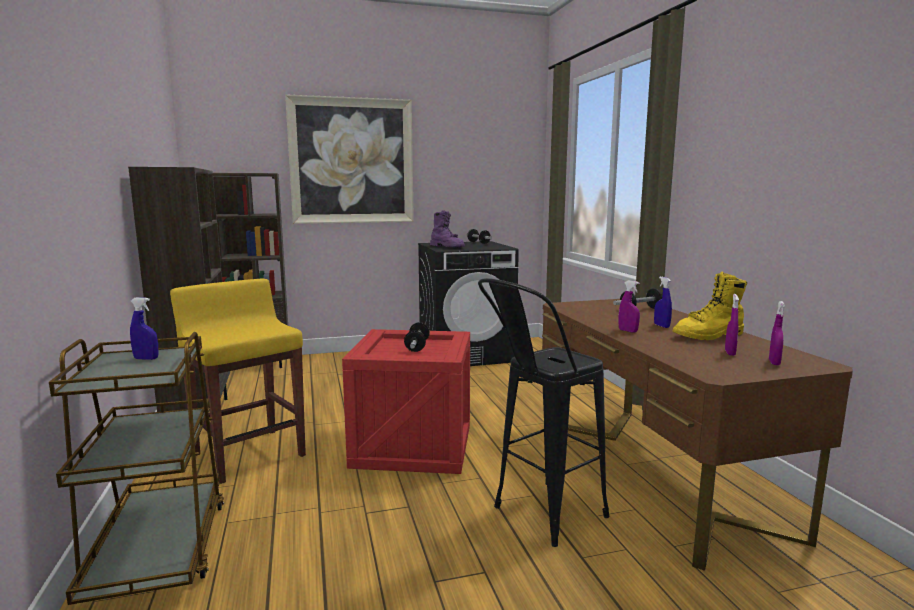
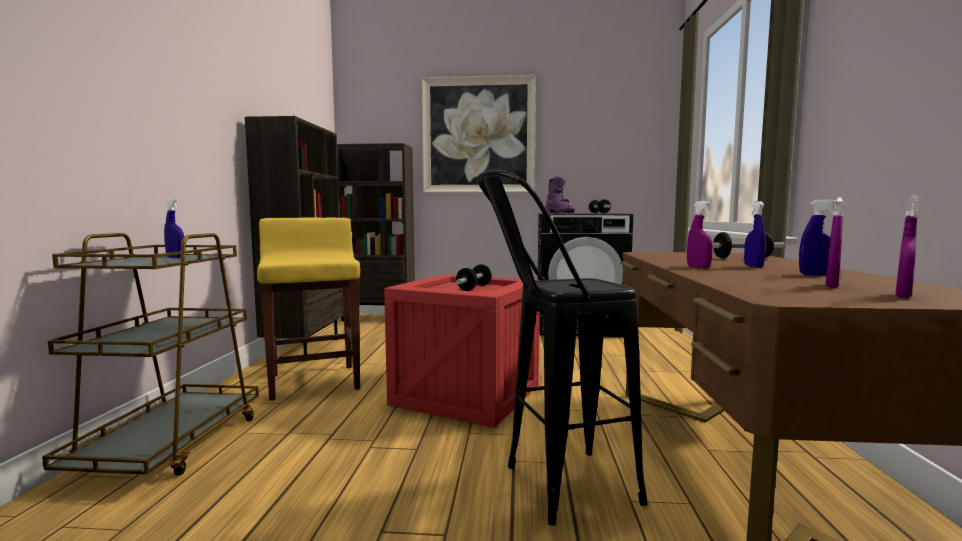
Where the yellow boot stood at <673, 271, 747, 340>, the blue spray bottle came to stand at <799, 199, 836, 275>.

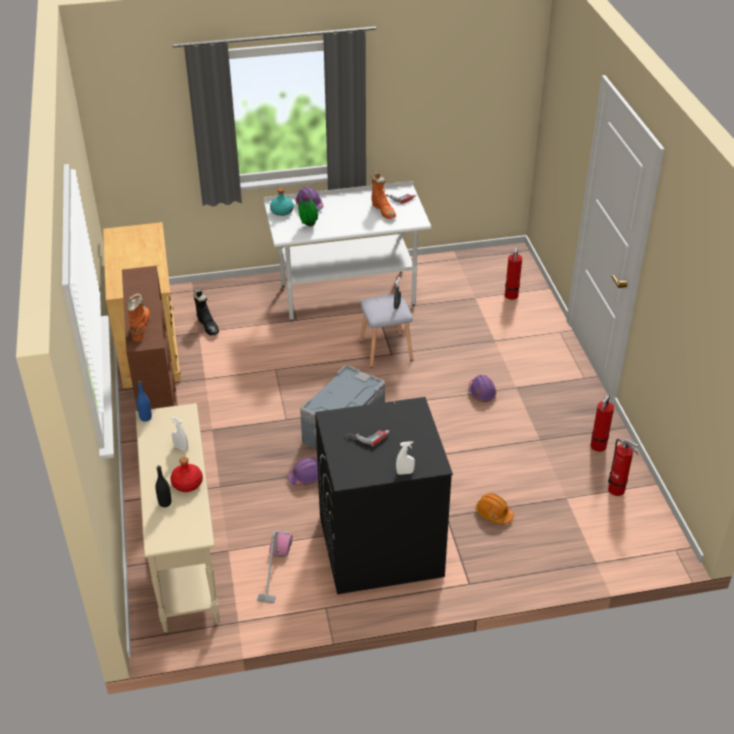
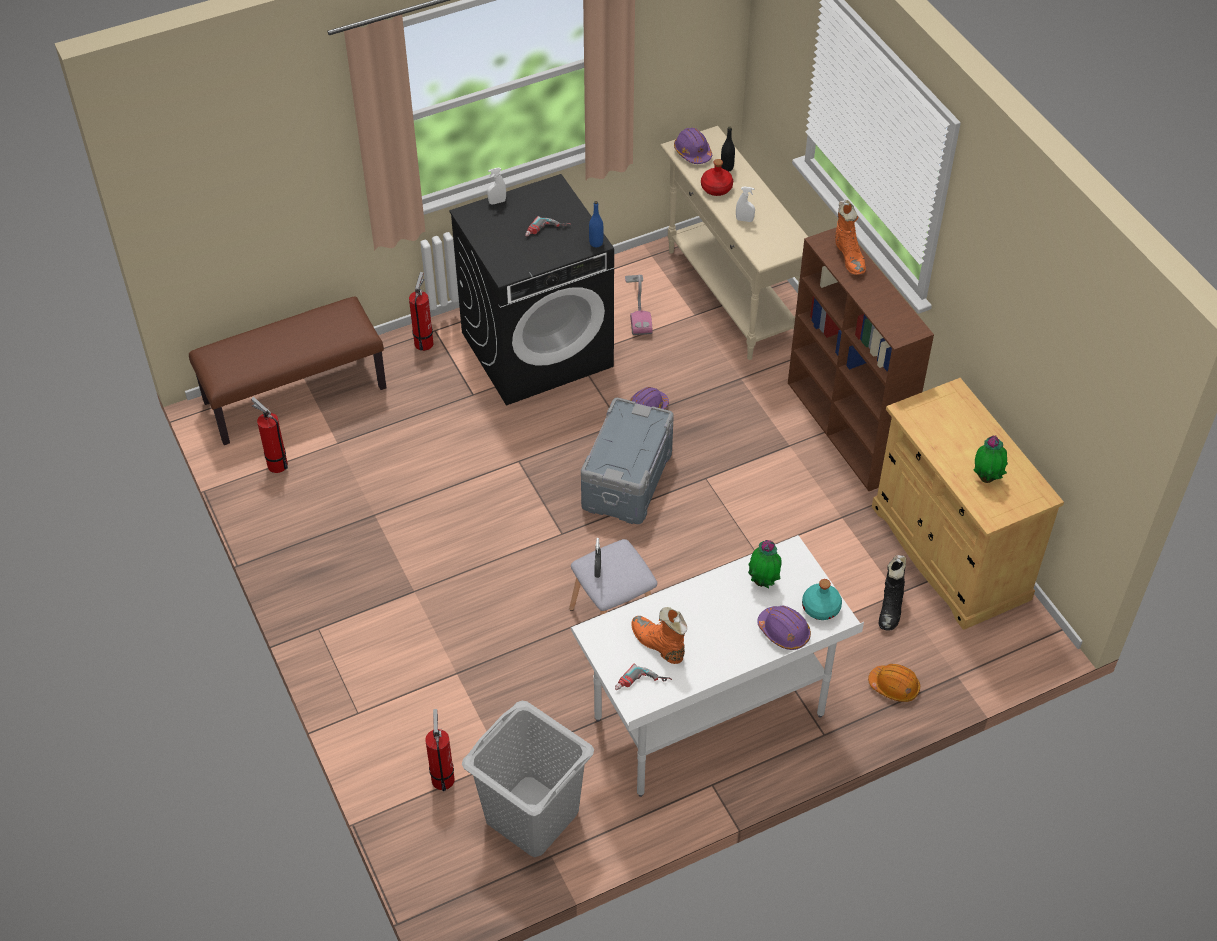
The second view gained the brown bench at <189, 297, 386, 445>. The second view gained the grey laundry basket at <462, 701, 594, 857>. The second view gained the potted plant at <973, 436, 1008, 483>. The blue bottle ended up elsewhere, having gone from <137, 381, 152, 421> to <589, 201, 604, 247>. The purple hard hat ended up elsewhere, having gone from <469, 375, 497, 402> to <674, 128, 712, 164>. The orange hard hat ended up elsewhere, having gone from <476, 493, 514, 525> to <868, 664, 920, 702>. The fire extinguisher ended up elsewhere, having gone from <590, 395, 614, 452> to <409, 272, 433, 351>. The black boot at <194, 289, 219, 335> ended up facing another way, 120 degrees counterclockwise from before.

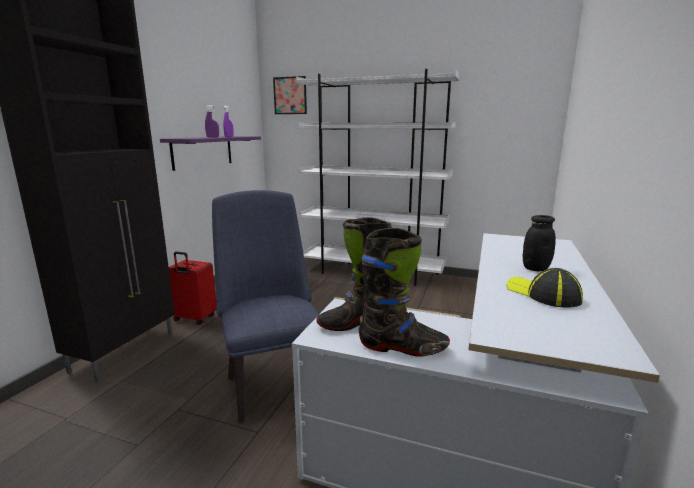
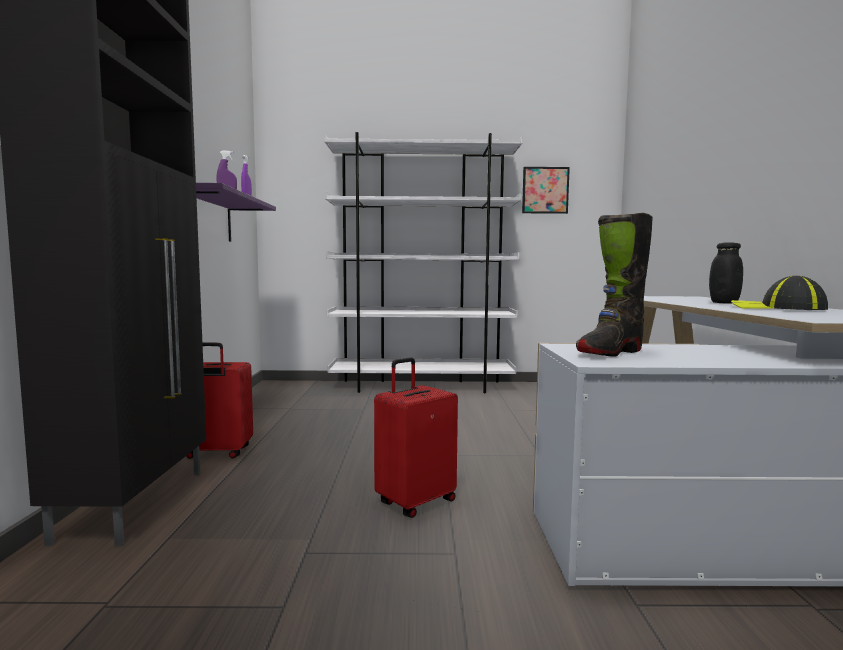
The second view lost the black boot at <358, 228, 450, 357>. The picture ended up elsewhere, having gone from <273, 76, 307, 114> to <522, 167, 570, 214>. Where the blue chair stood at <212, 190, 319, 423>, the red suitcase came to stand at <374, 357, 458, 518>.

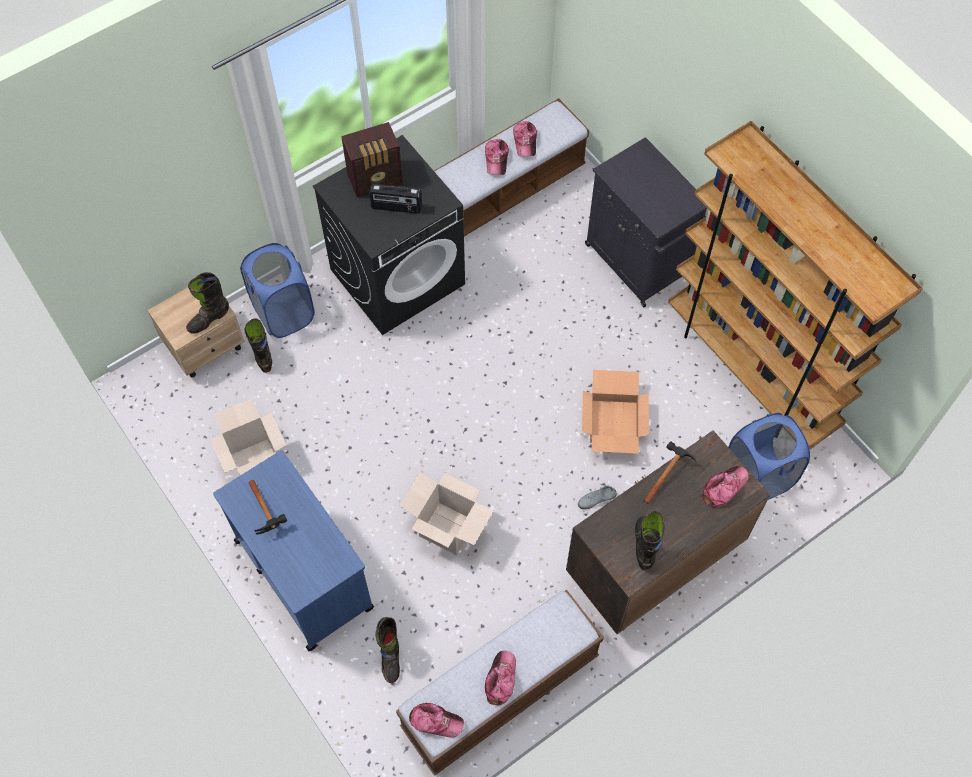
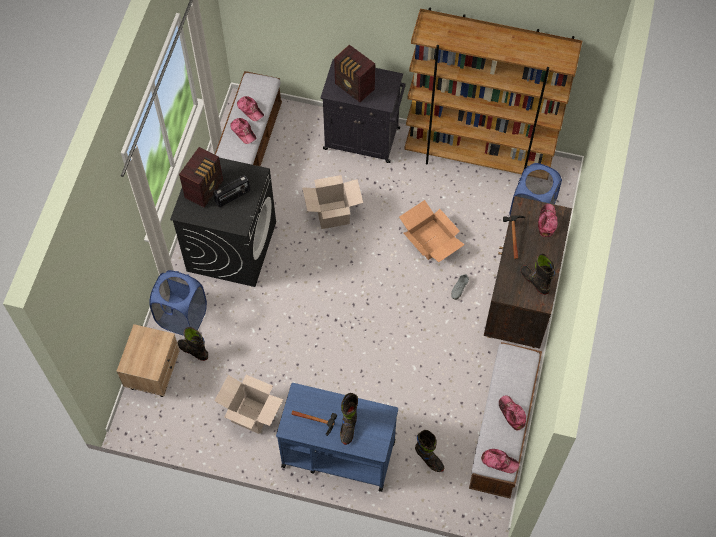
The second view gained the radio at <334, 45, 375, 102>. The black boot ended up elsewhere, having gone from <186, 272, 229, 334> to <340, 393, 358, 445>. The cardboard box ended up elsewhere, having gone from <400, 472, 494, 555> to <302, 175, 363, 229>. The cap at <409, 703, 464, 738> ended up facing another way, 45 degrees clockwise from before.

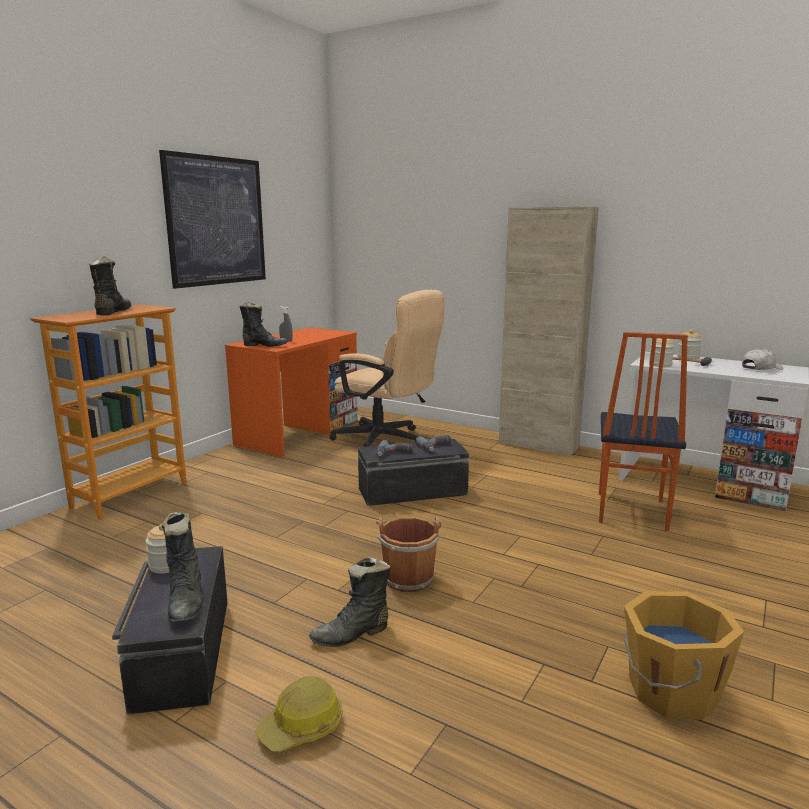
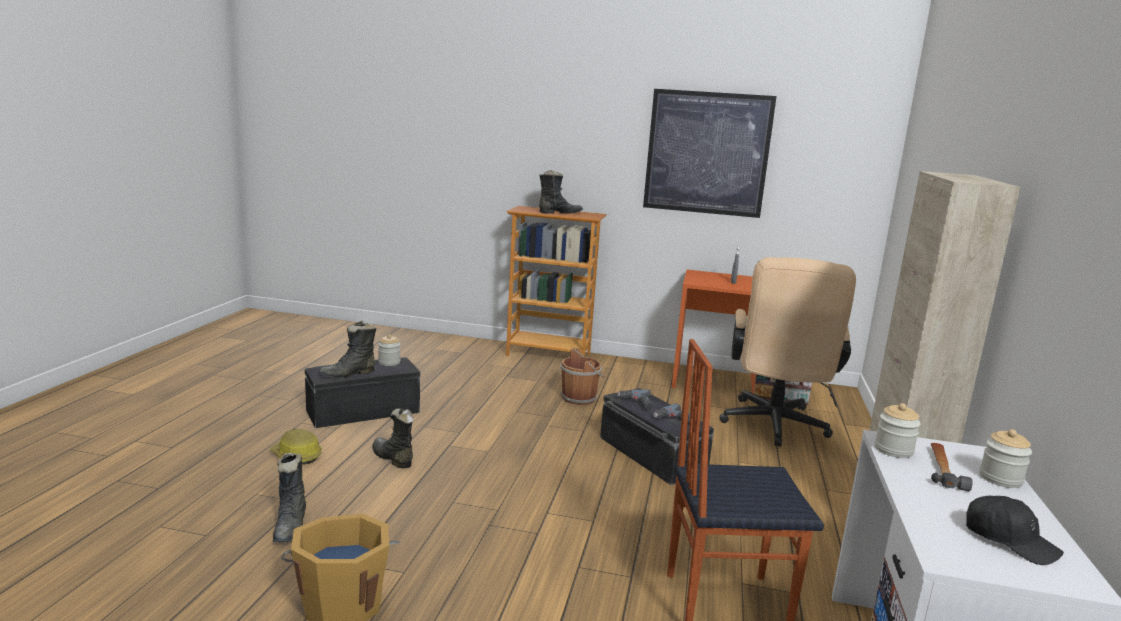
The black boot ended up elsewhere, having gone from <240, 302, 288, 347> to <273, 453, 306, 542>. The brown bucket ended up elsewhere, having gone from <376, 516, 442, 592> to <560, 348, 605, 405>. What was the white cap at <742, 348, 783, 370> turned into the black cap at <966, 495, 1064, 565>.

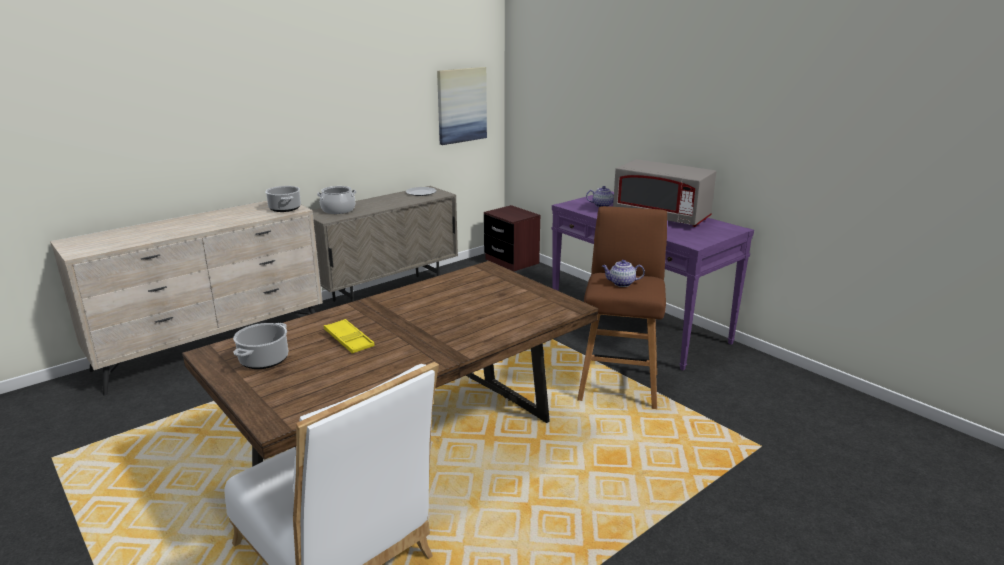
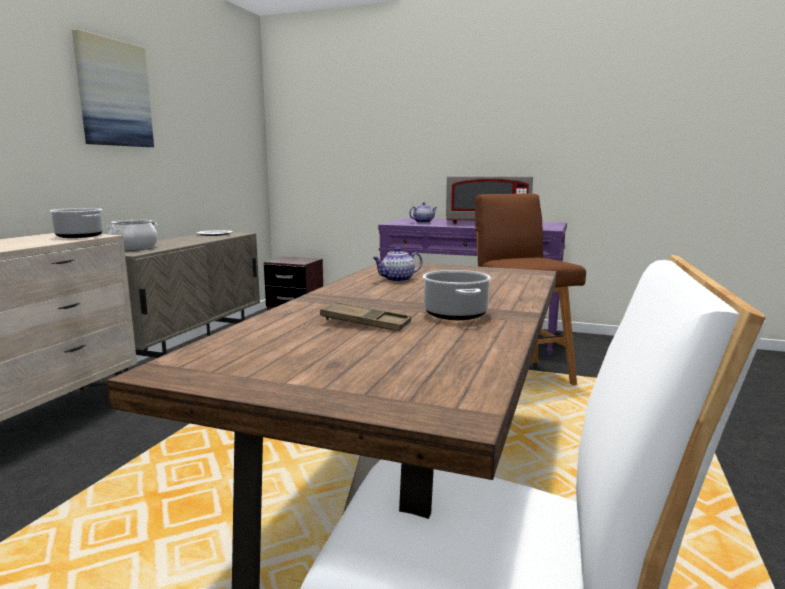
The cooking pot ended up elsewhere, having gone from <233, 323, 288, 369> to <423, 270, 491, 320>. The picture ended up elsewhere, having gone from <437, 67, 487, 145> to <72, 29, 154, 147>. The teapot ended up elsewhere, having gone from <602, 260, 645, 287> to <373, 247, 422, 282>. What was the yellow tray at <324, 319, 374, 354> turned into the brown tray at <320, 302, 411, 331>.

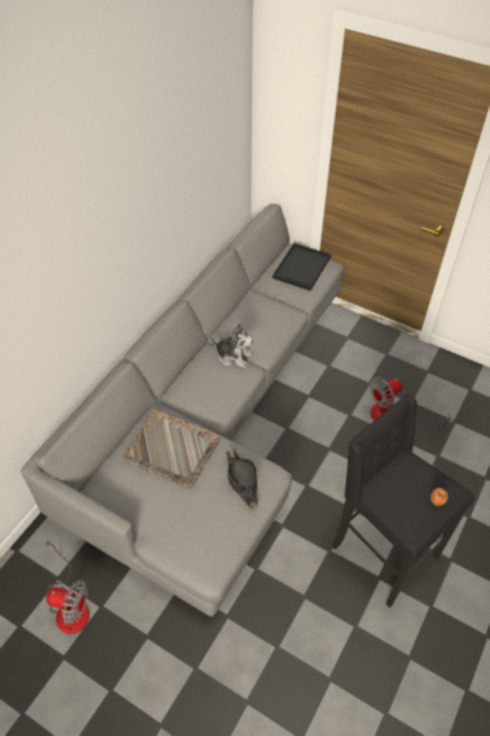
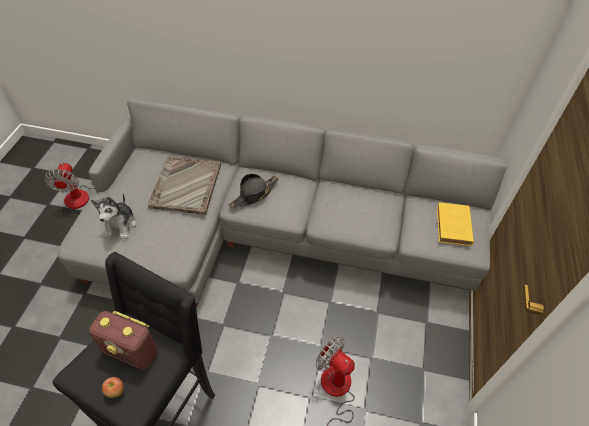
The second view gained the radio at <89, 311, 158, 370>. The plush toy ended up elsewhere, having gone from <211, 324, 253, 368> to <91, 194, 136, 239>. The black hat ended up elsewhere, having gone from <226, 448, 258, 509> to <228, 174, 279, 208>. Where the black tray stood at <272, 243, 331, 291>, the yellow book came to stand at <437, 202, 474, 246>.

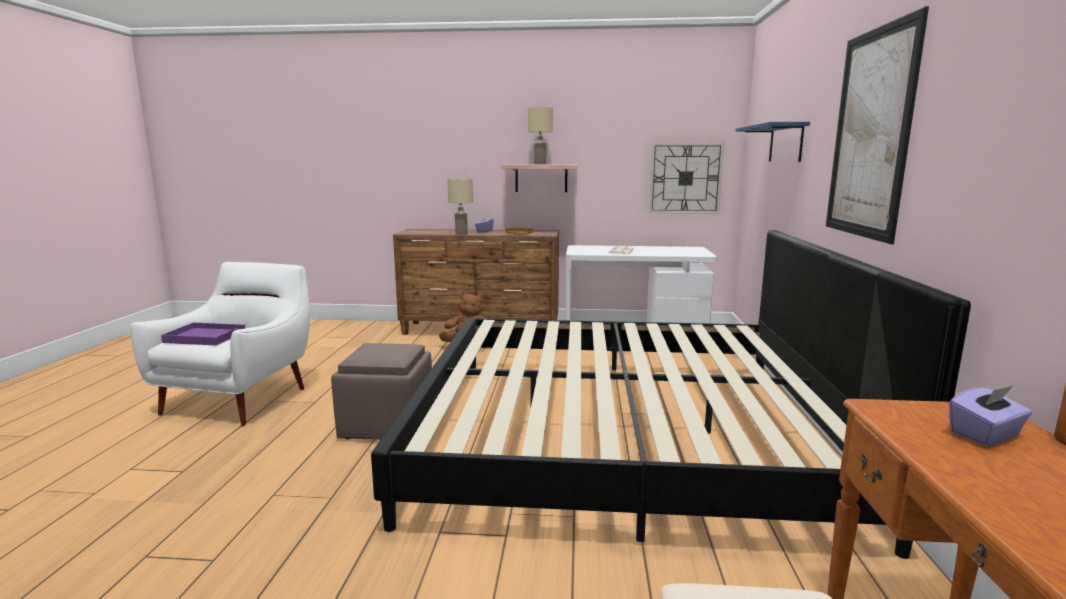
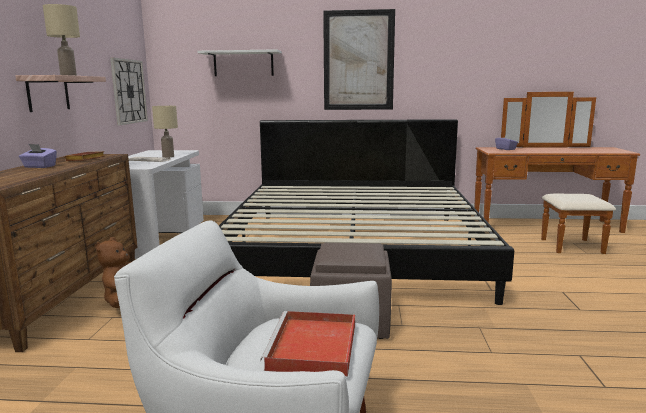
The beige table lamp ended up elsewhere, having gone from <447, 178, 473, 235> to <152, 106, 178, 158>. What was the purple tray at <161, 322, 246, 346> turned into the red tray at <260, 311, 355, 376>. What was the blue shelf at <735, 122, 810, 162> turned into the white shelf at <197, 49, 282, 76>.

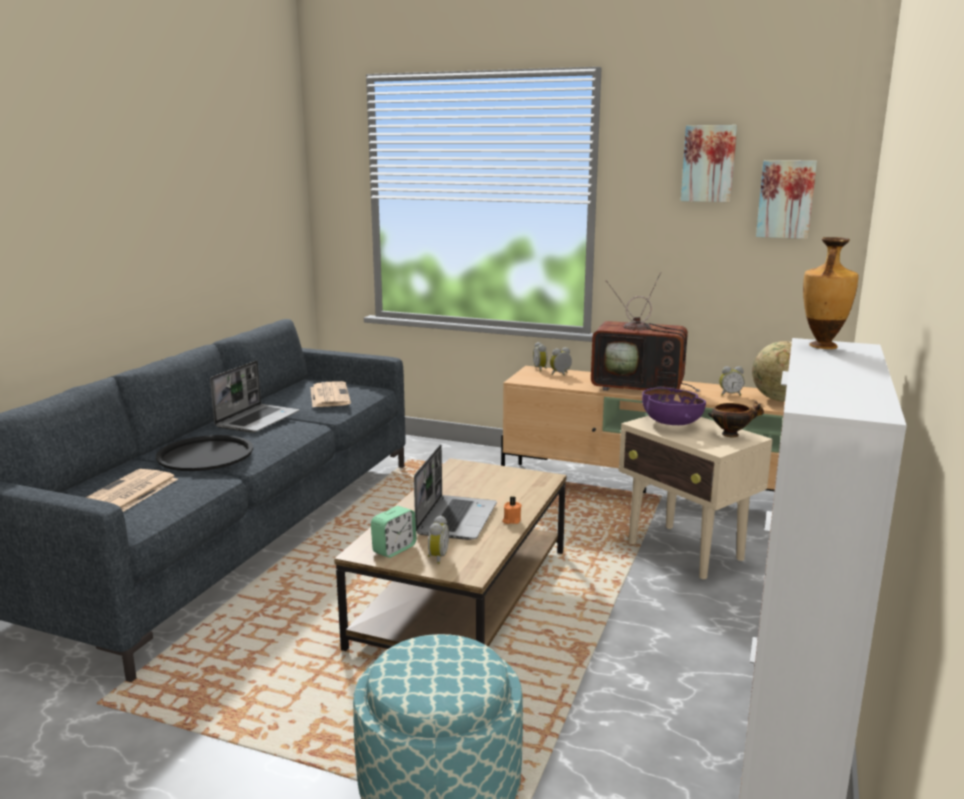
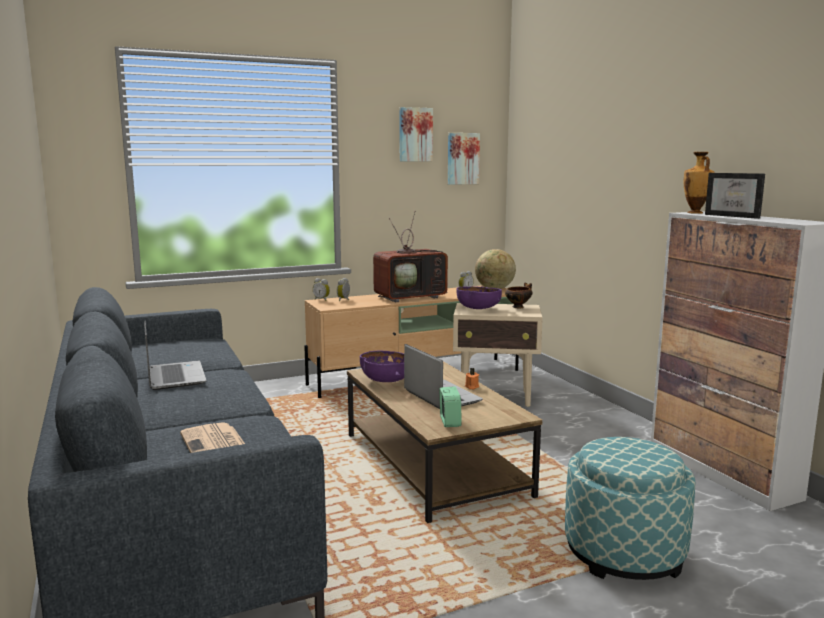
The second view lost the black tray at <156, 435, 253, 471>. The second view lost the newspaper at <310, 381, 351, 407>. The second view lost the alarm clock at <428, 515, 449, 564>. The second view gained the purple bowl at <360, 350, 404, 382>. The second view gained the picture frame at <705, 173, 765, 219>.

